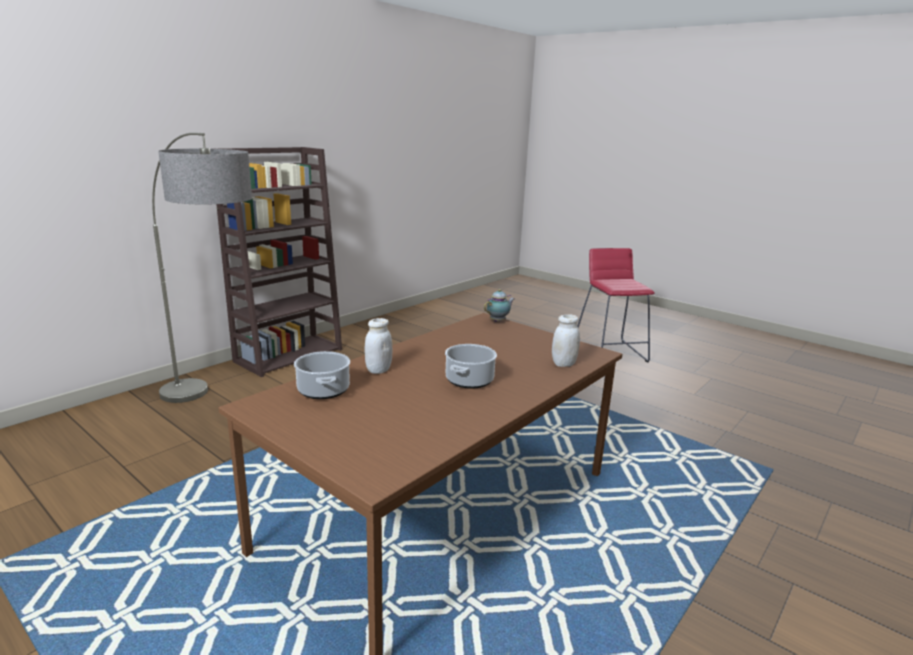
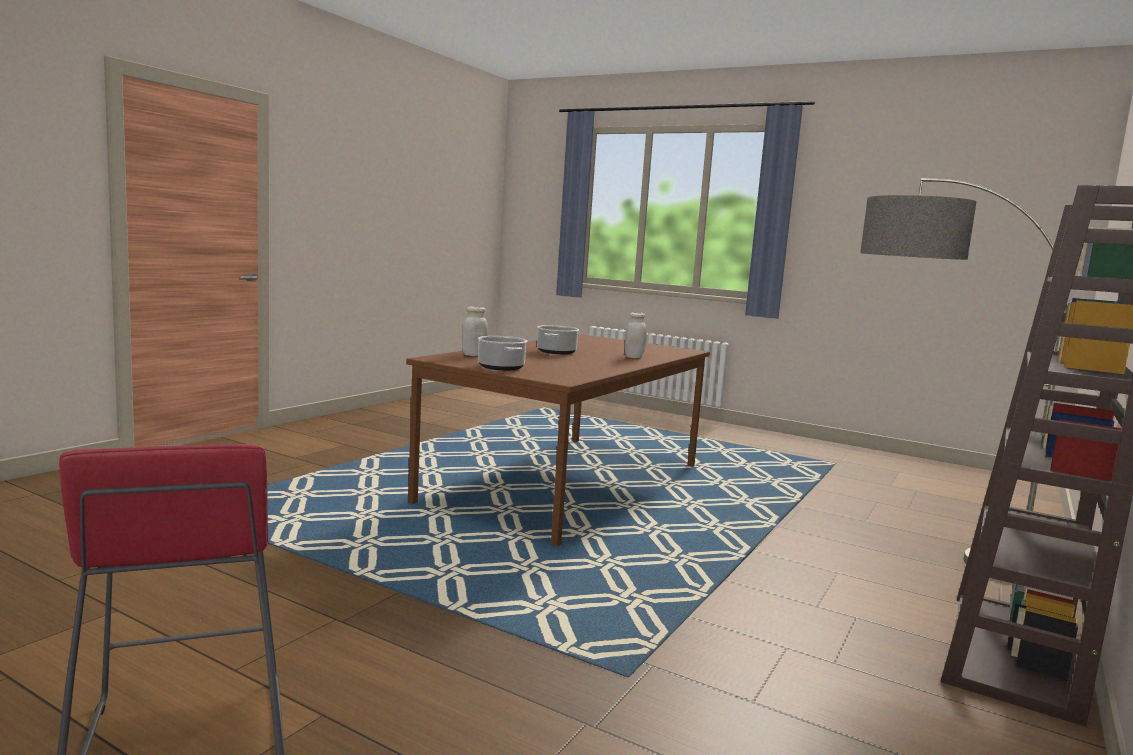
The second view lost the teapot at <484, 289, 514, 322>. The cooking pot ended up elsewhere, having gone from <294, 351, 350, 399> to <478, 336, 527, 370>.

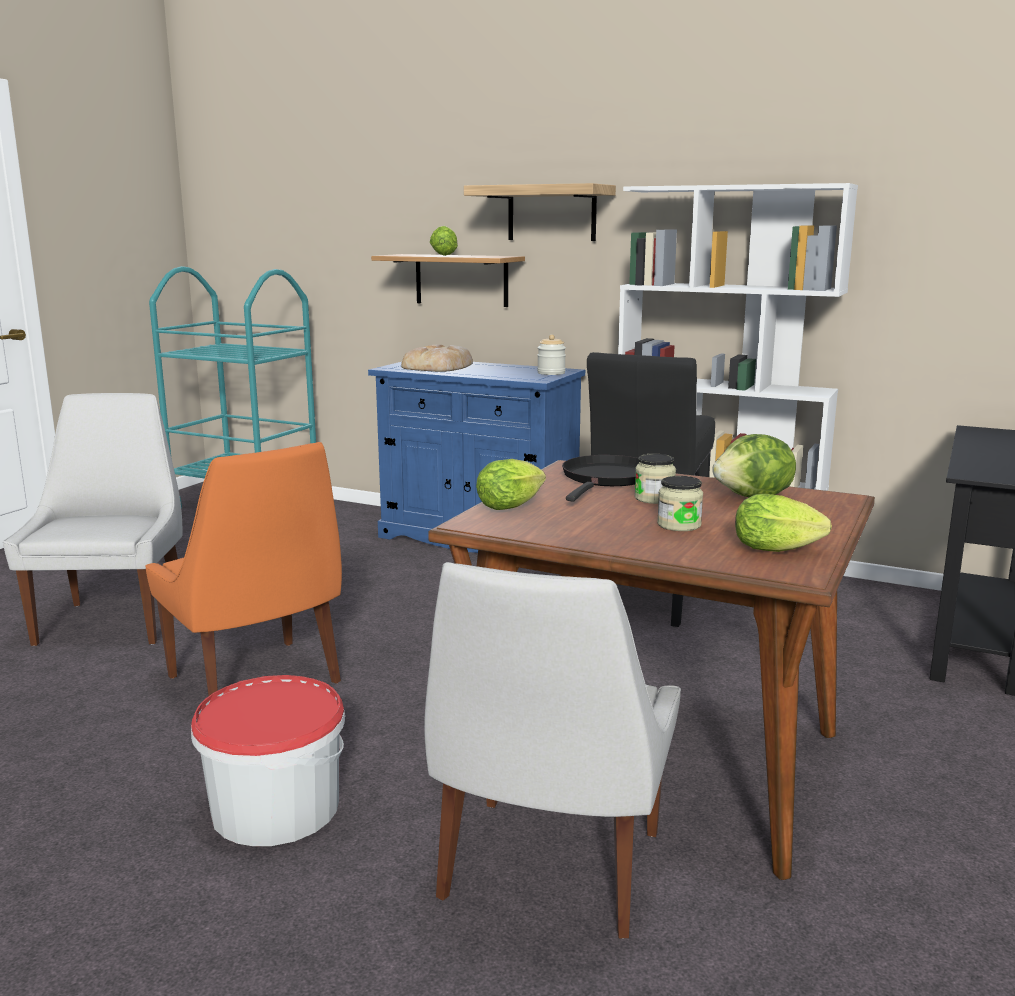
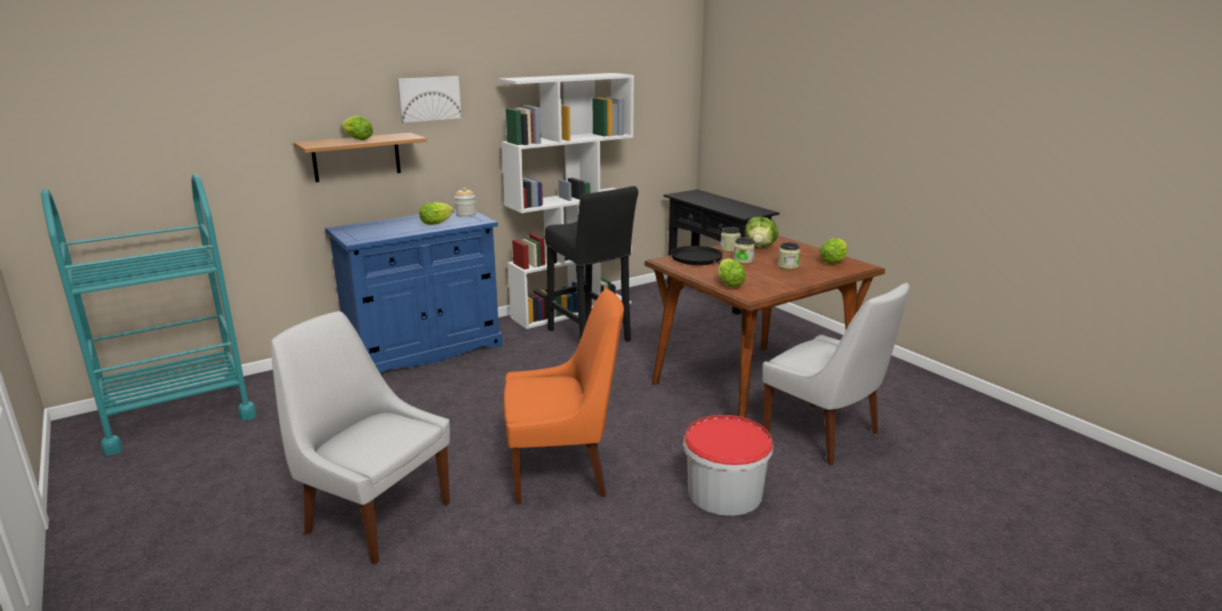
The second view lost the bread at <401, 345, 473, 372>. The second view gained the lettuce at <419, 202, 454, 225>. The second view gained the jar at <720, 227, 741, 252>. Where the shelf hung at <464, 183, 616, 241>, the picture came to hang at <397, 76, 462, 123>.

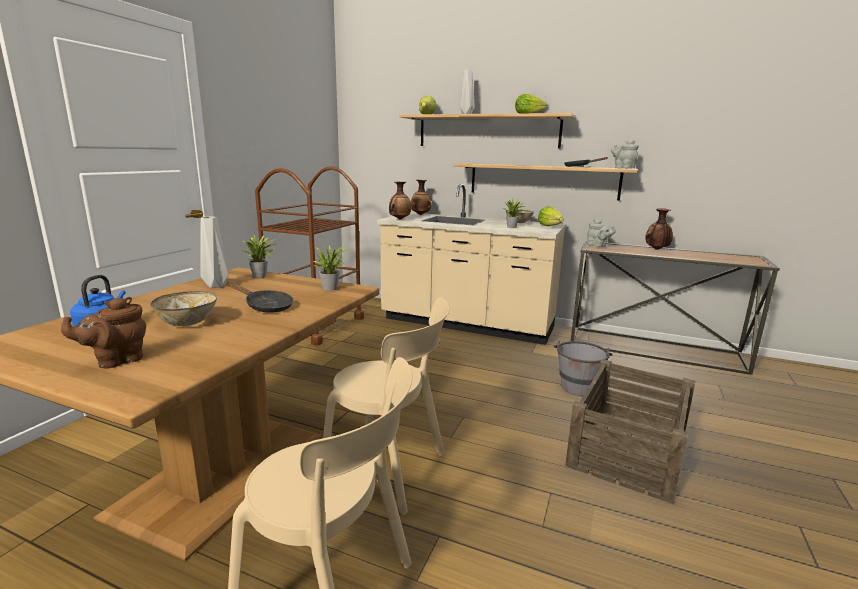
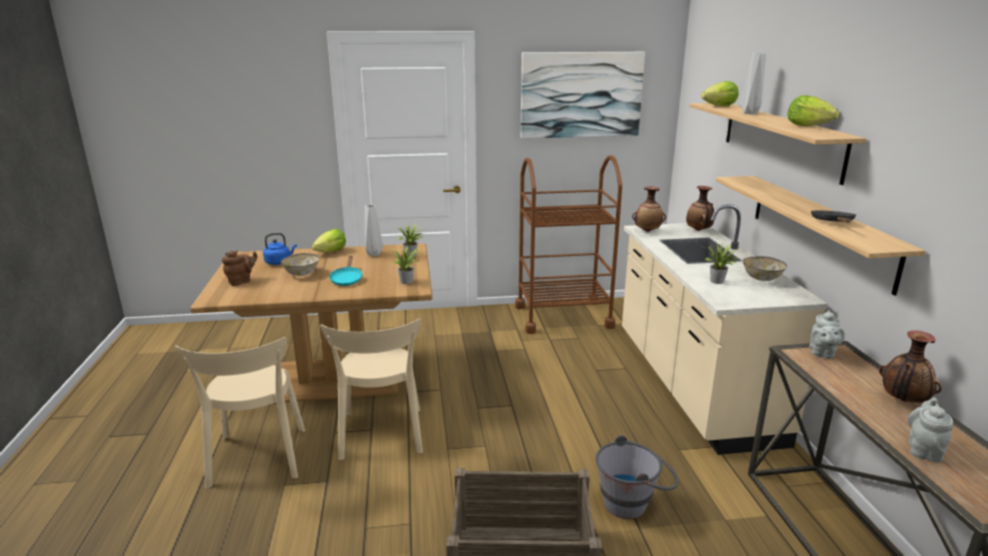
The second view gained the picture at <521, 52, 645, 138>. The lettuce ended up elsewhere, having gone from <538, 206, 564, 226> to <312, 229, 346, 252>. The grey teapot ended up elsewhere, having gone from <611, 140, 639, 169> to <907, 397, 953, 463>. What was the black frying pan at <229, 282, 293, 313> turned into the turquoise frying pan at <329, 256, 363, 286>. The brown teapot at <61, 297, 146, 368> ended up facing another way, 120 degrees clockwise from before.

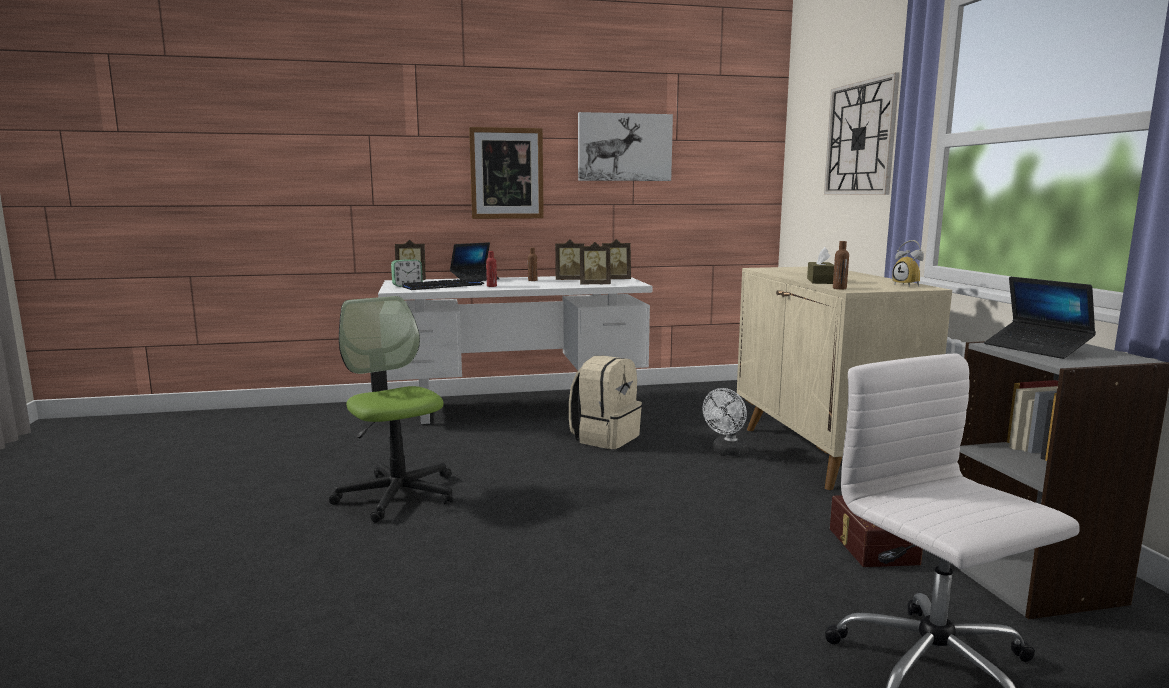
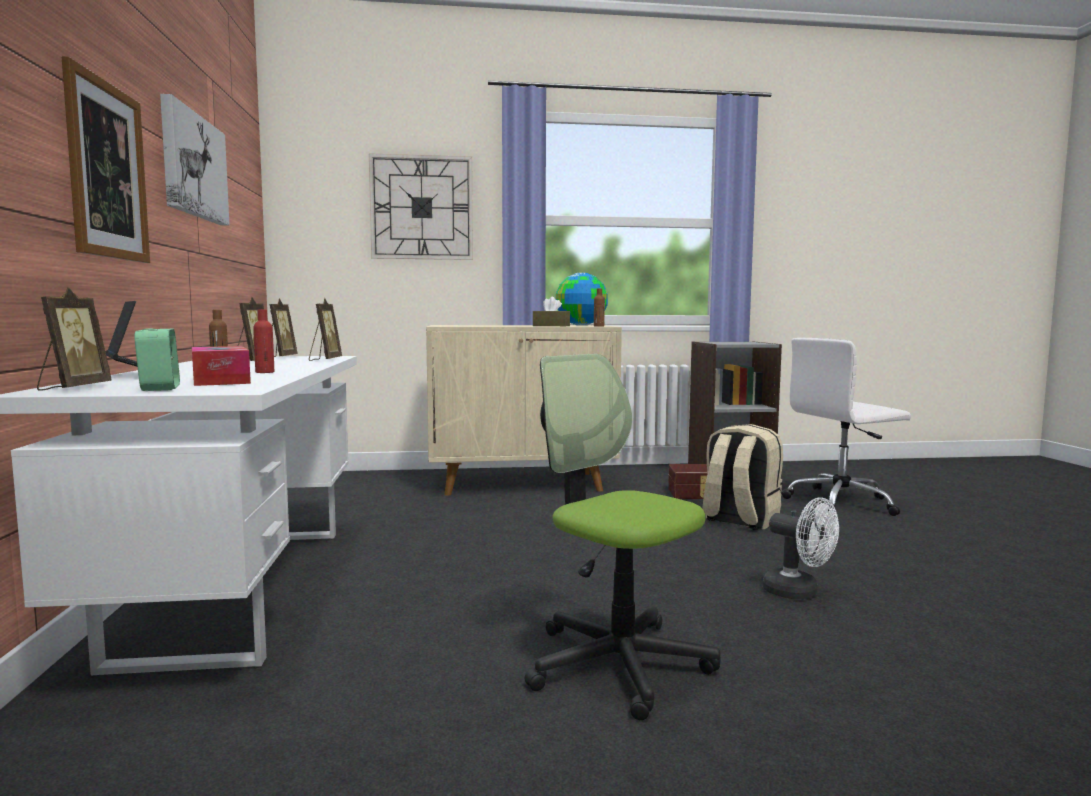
The second view lost the laptop at <984, 277, 1096, 359>. The beige backpack ended up elsewhere, having gone from <569, 356, 642, 449> to <703, 424, 783, 530>. The white fan ended up elsewhere, having gone from <702, 388, 749, 456> to <763, 497, 839, 599>. Where the keyboard stood at <402, 279, 484, 290>, the tissue box came to stand at <192, 346, 251, 386>. Where the alarm clock stood at <892, 240, 924, 286>, the globe came to stand at <556, 273, 608, 325>. The office chair at <329, 296, 453, 523> ended up facing another way, 75 degrees clockwise from before.

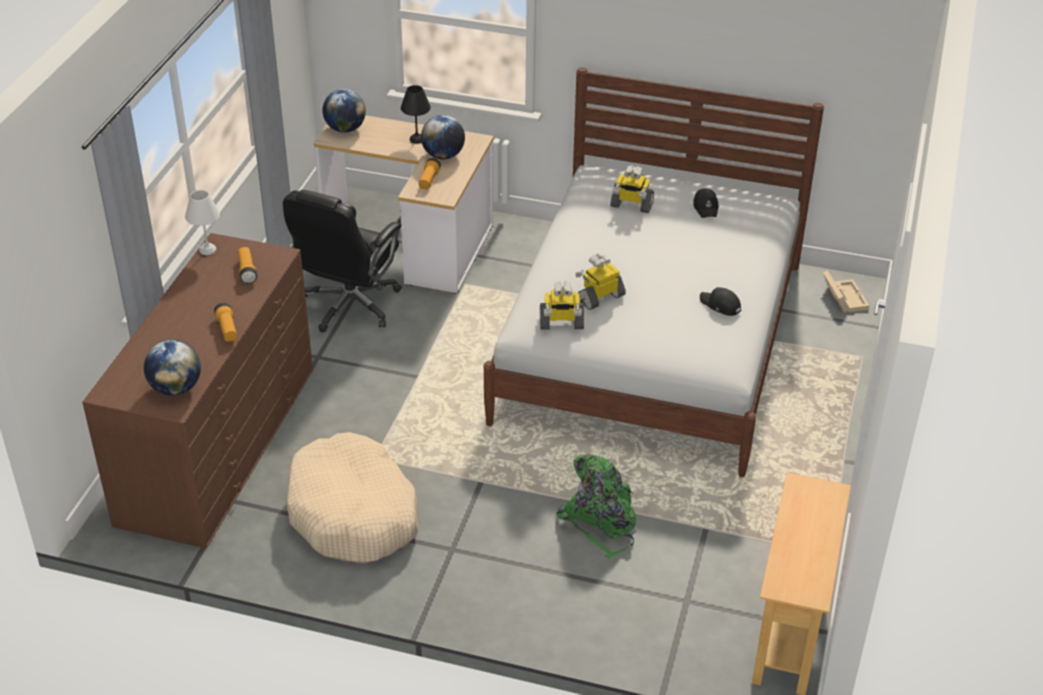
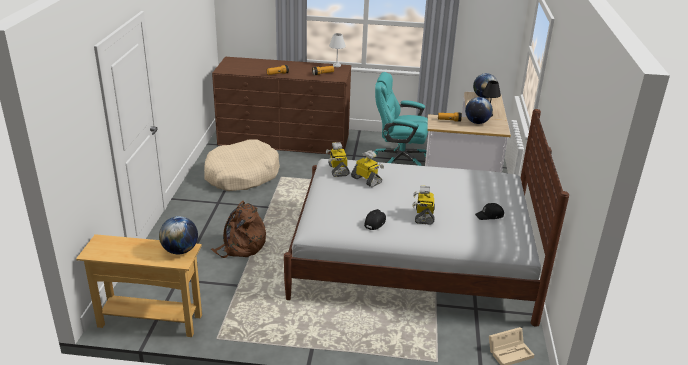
The globe ended up elsewhere, having gone from <144, 340, 201, 396> to <159, 216, 198, 254>. The toy robot ended up elsewhere, having gone from <610, 165, 654, 213> to <413, 185, 435, 225>. What was the black office chair at <283, 190, 402, 332> turned into the turquoise office chair at <374, 72, 428, 166>. What was the green backpack at <556, 454, 636, 559> turned into the brown backpack at <211, 201, 266, 258>.

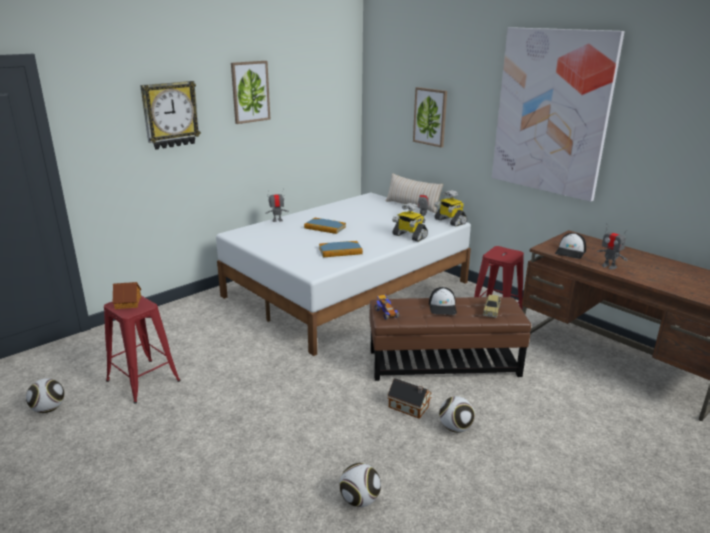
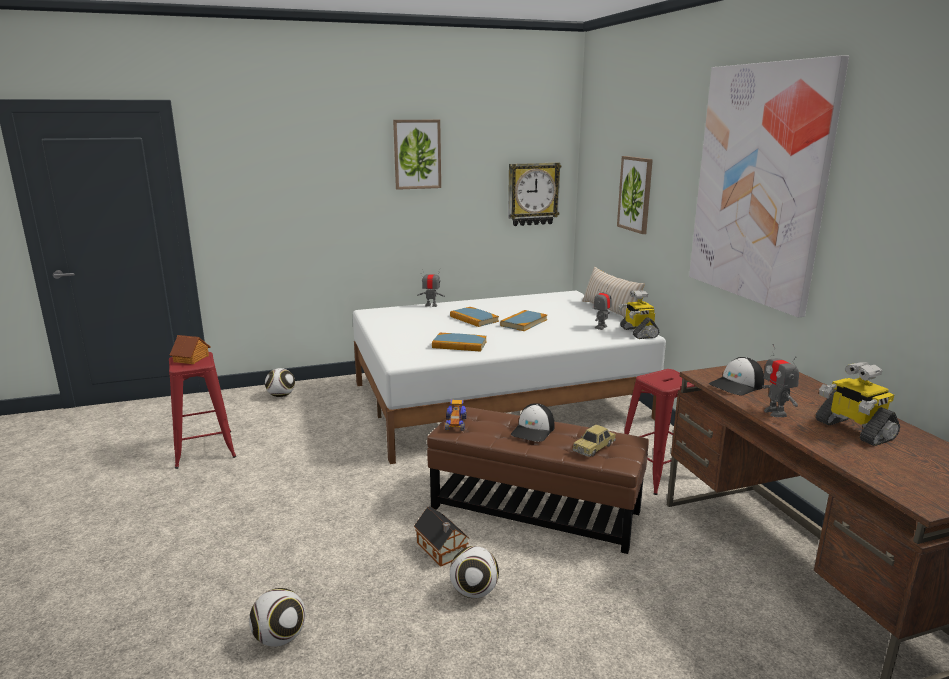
The second view gained the book at <500, 310, 547, 331>. The football ended up elsewhere, having gone from <26, 378, 64, 413> to <265, 368, 295, 397>. The wall clock ended up elsewhere, having gone from <140, 81, 201, 150> to <508, 163, 561, 226>. The toy robot ended up elsewhere, having gone from <392, 203, 428, 242> to <815, 362, 900, 446>.

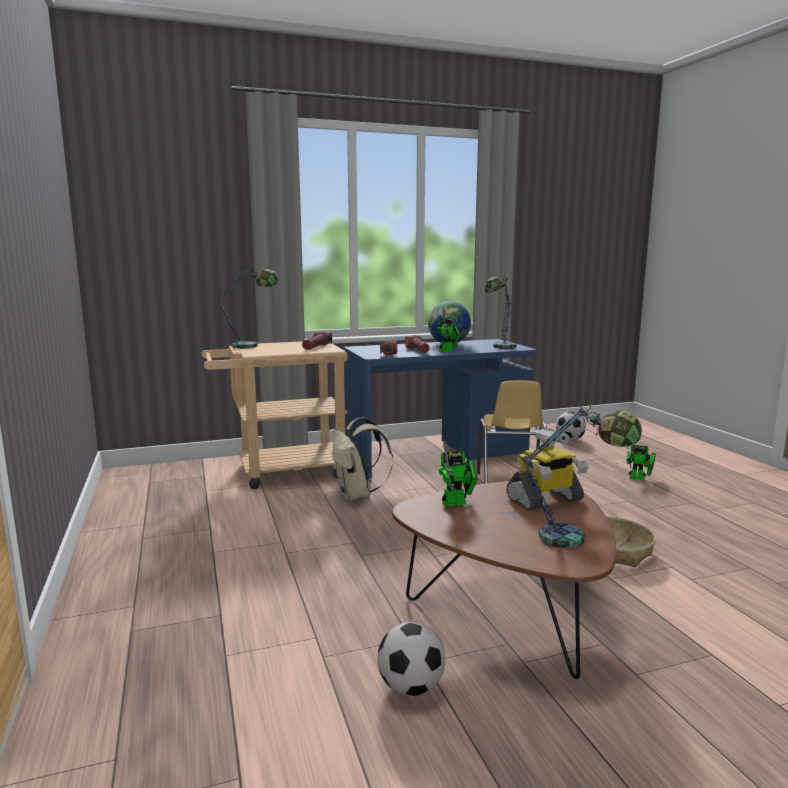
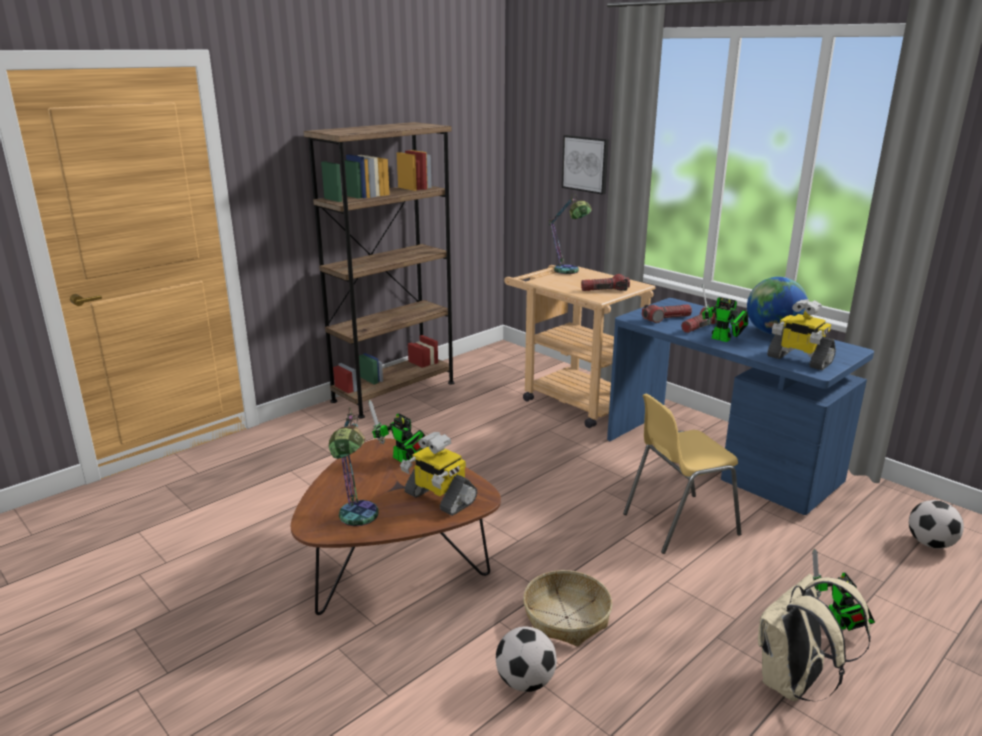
The second view gained the brown bookcase at <304, 122, 454, 419>. The second view gained the picture at <562, 135, 609, 195>. The beige backpack ended up elsewhere, having gone from <332, 417, 393, 500> to <758, 574, 871, 701>. The football ended up elsewhere, having gone from <377, 622, 445, 696> to <496, 626, 557, 692>. Where the table lamp stood at <484, 273, 517, 349>, the toy robot came to stand at <767, 299, 836, 370>.

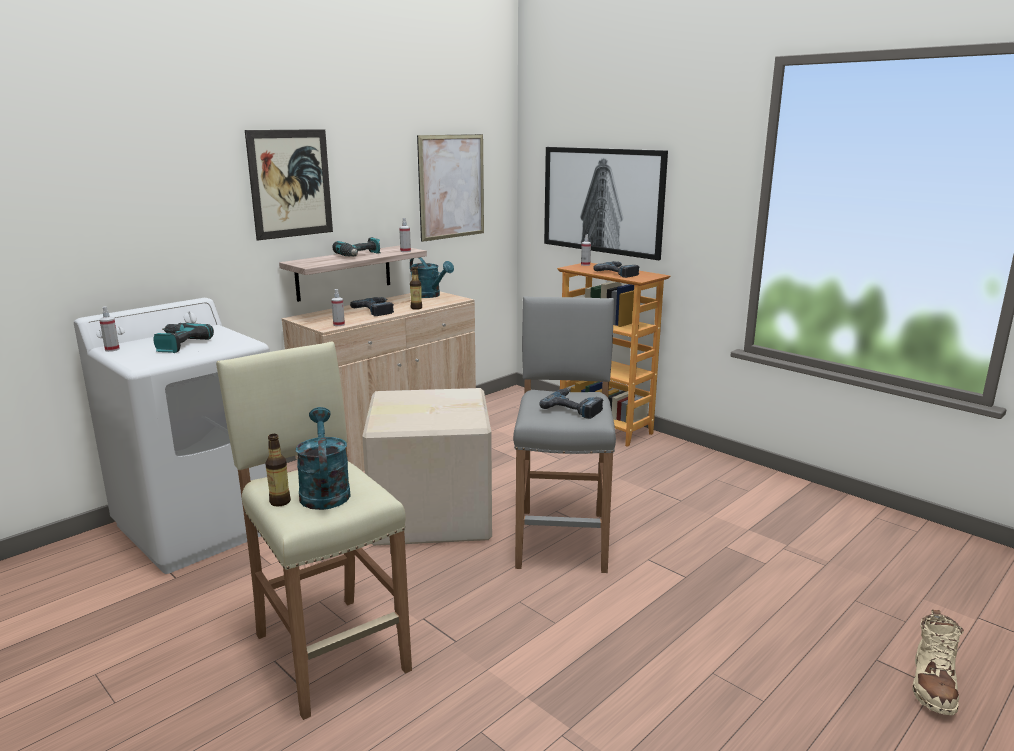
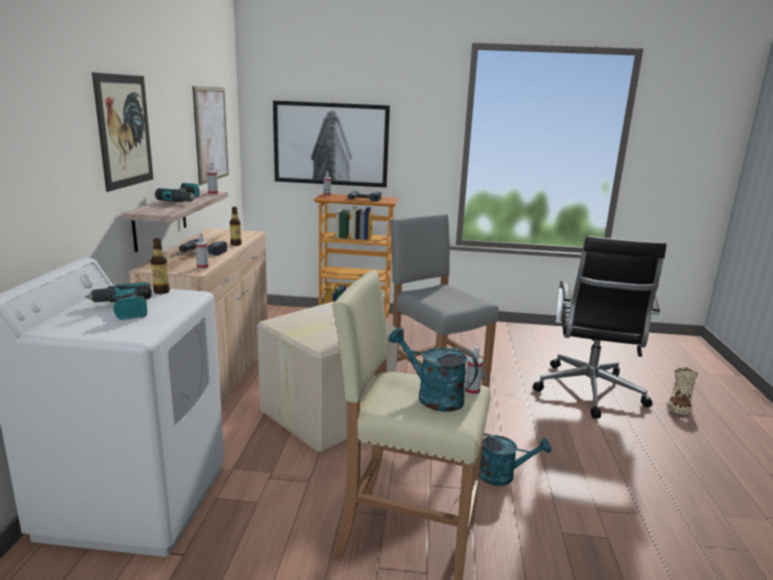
The second view lost the power drill at <539, 388, 603, 419>. The second view gained the black office chair at <533, 236, 667, 418>. The spray bottle ended up elsewhere, having gone from <99, 307, 120, 352> to <465, 347, 483, 395>. The bottle ended up elsewhere, having gone from <265, 434, 291, 507> to <151, 238, 170, 294>. The turquoise watering can ended up elsewhere, having gone from <410, 257, 454, 298> to <479, 433, 551, 486>. The beige boot at <912, 610, 964, 715> ended up facing another way, 45 degrees clockwise from before.

